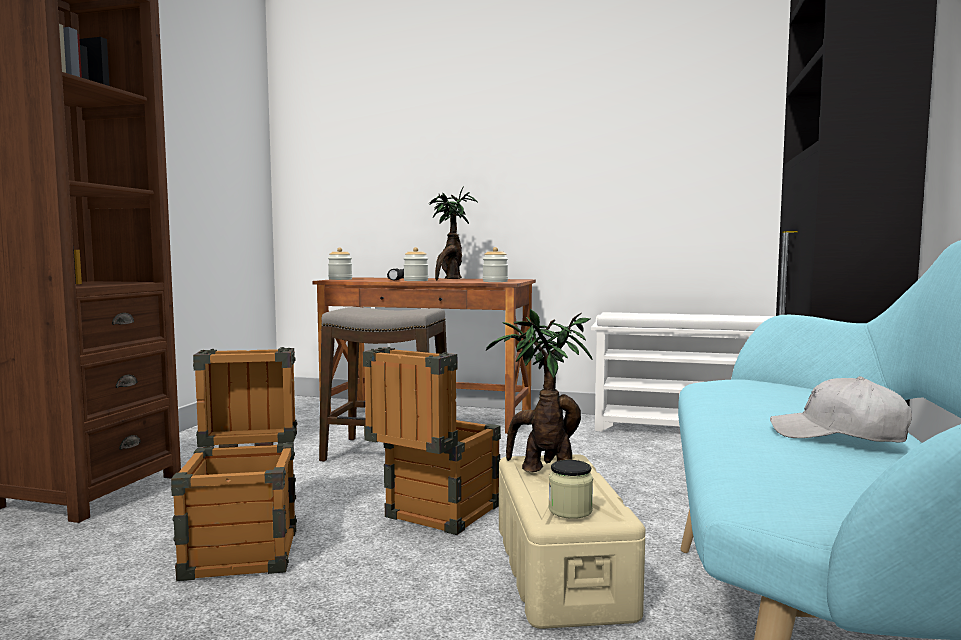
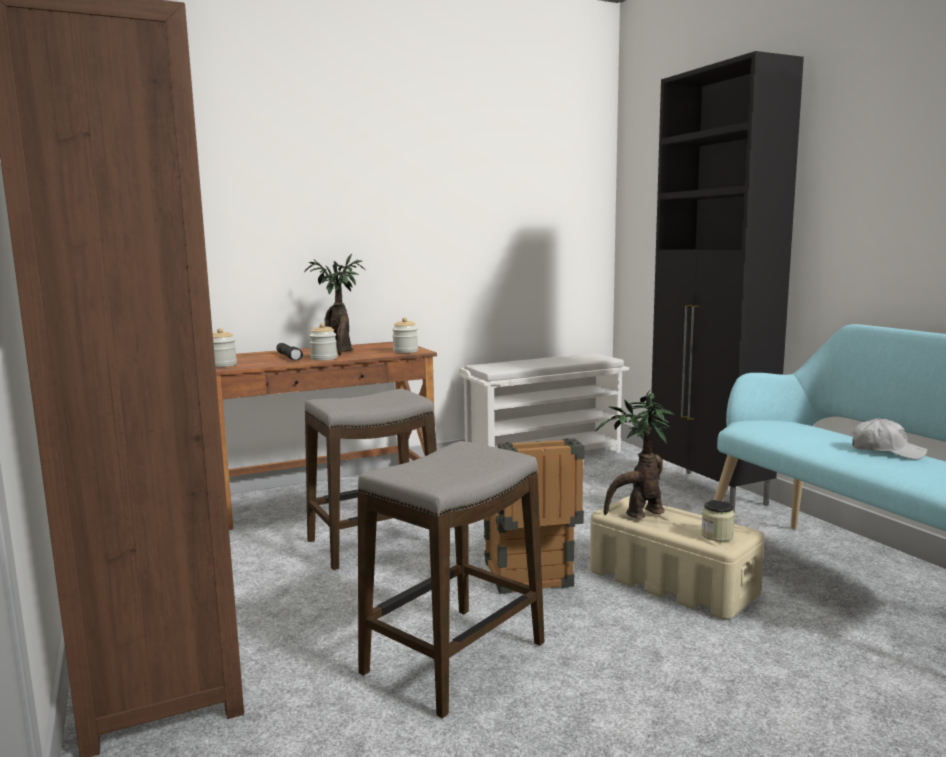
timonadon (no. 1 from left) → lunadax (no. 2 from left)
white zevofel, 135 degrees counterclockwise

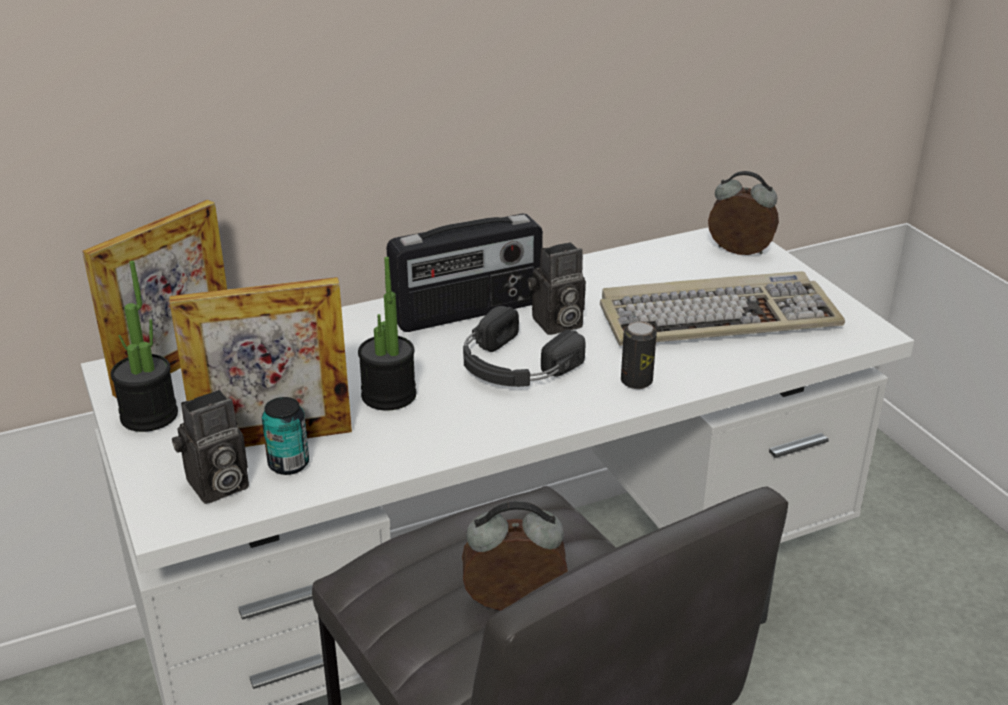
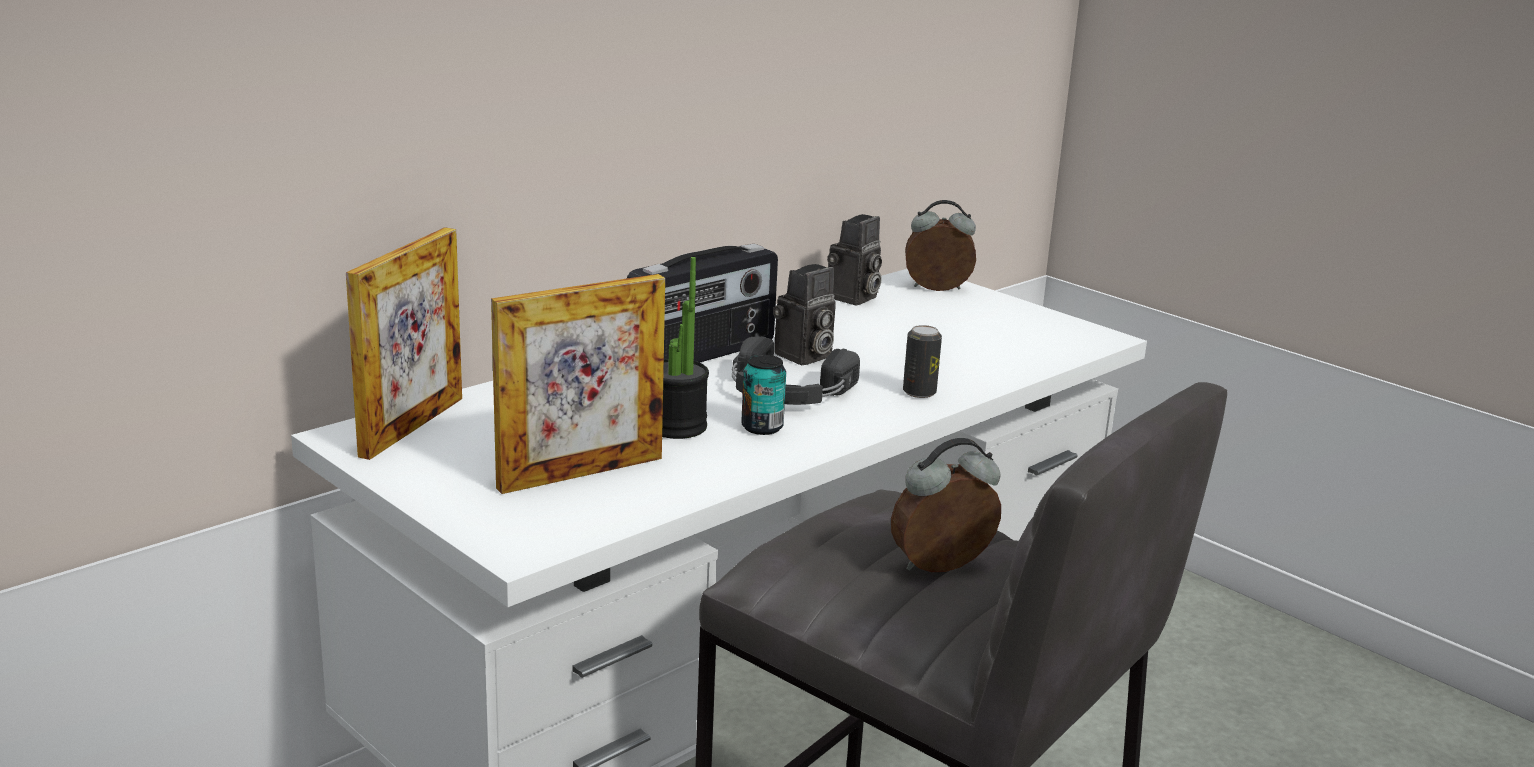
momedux (no. 1 from left) → -
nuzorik → -
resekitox (no. 1 from left in the first image) → resekitox (no. 2 from left), shifted
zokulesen (no. 1 from left), shifted

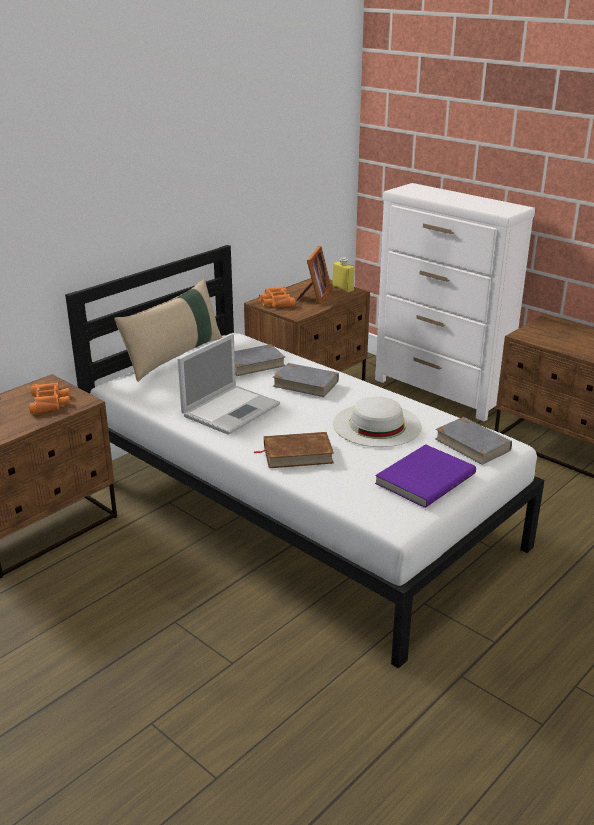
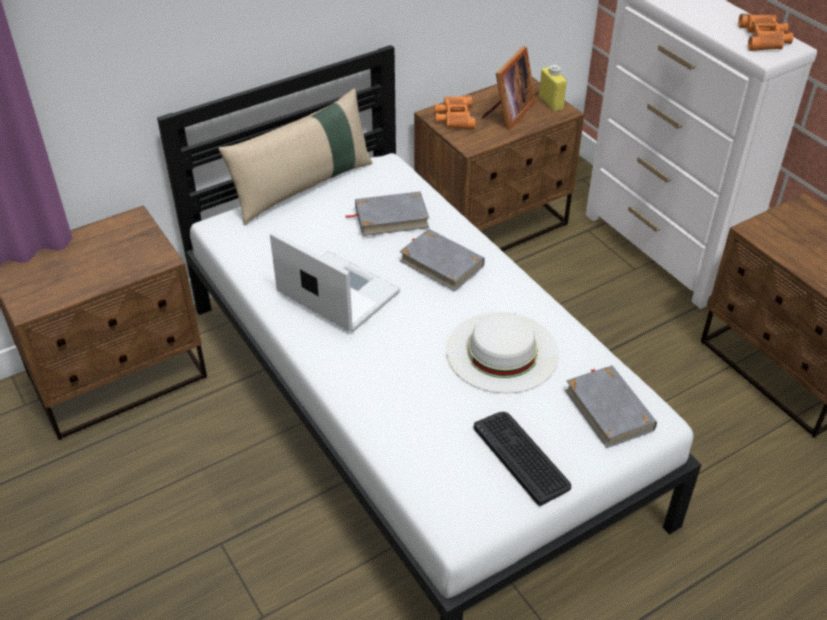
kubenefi, 105 degrees counterclockwise
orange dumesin (no. 1 from left in the first image) → orange dumesin (no. 2 from left), shifted
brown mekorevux → -
purple mekorevux → nuzorik

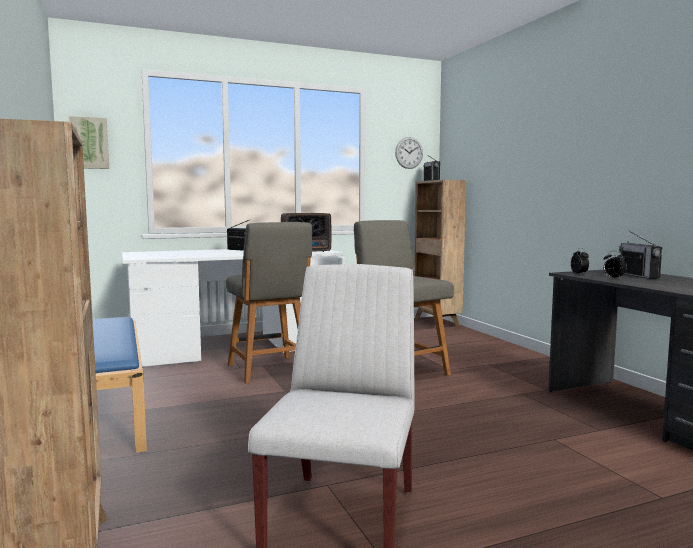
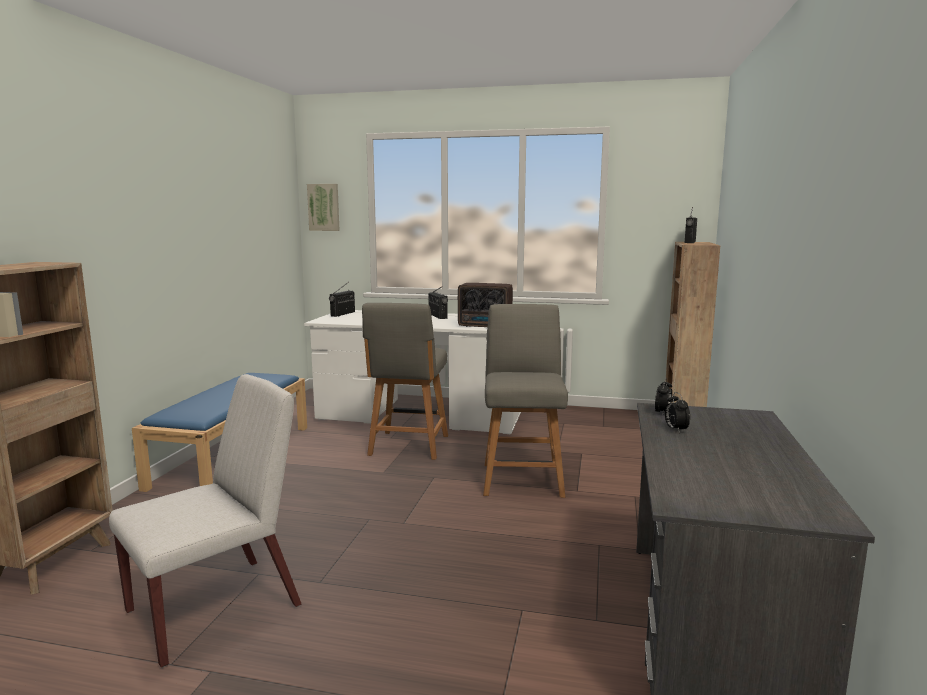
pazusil → -
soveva (no. 4 from left in the first image) → soveva (no. 1 from left), shifted

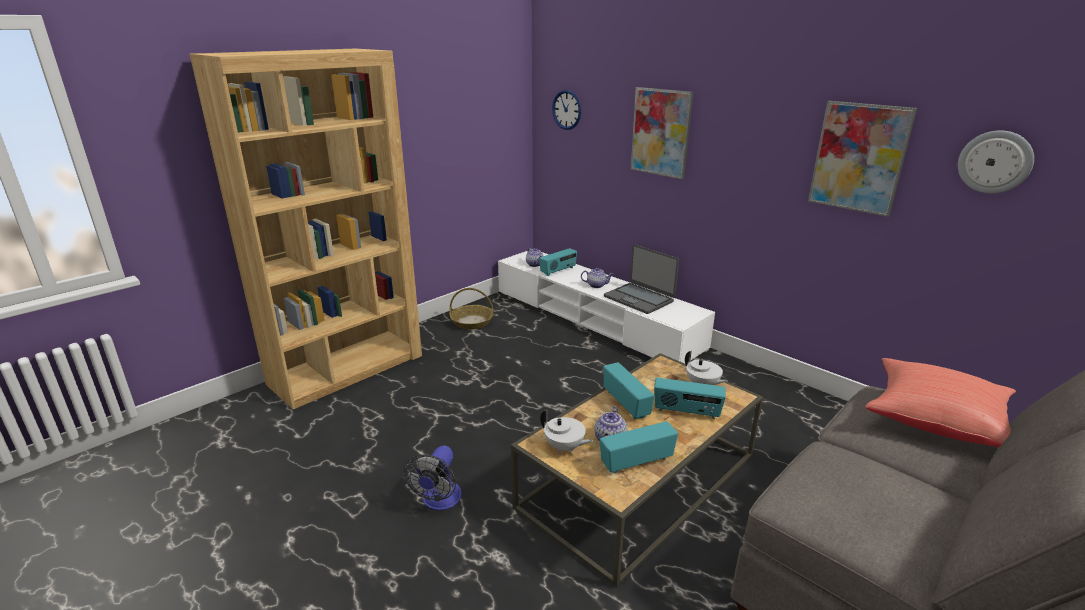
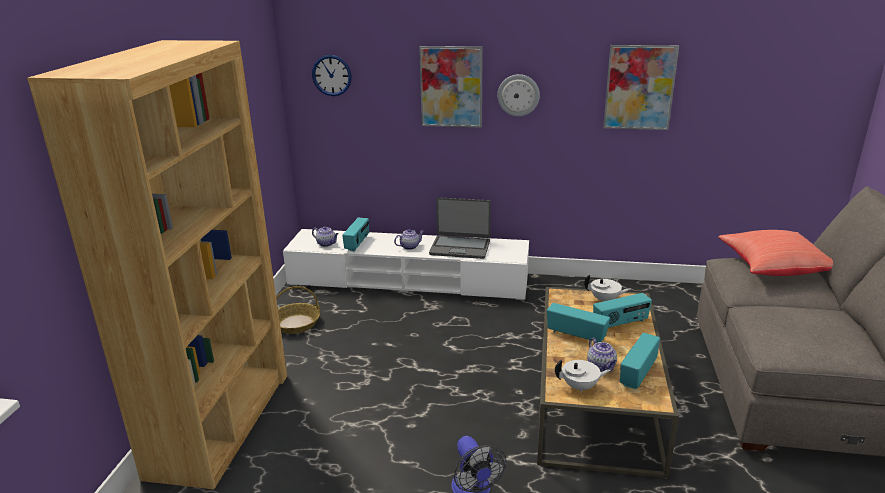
pazusil (no. 2 from left), shifted

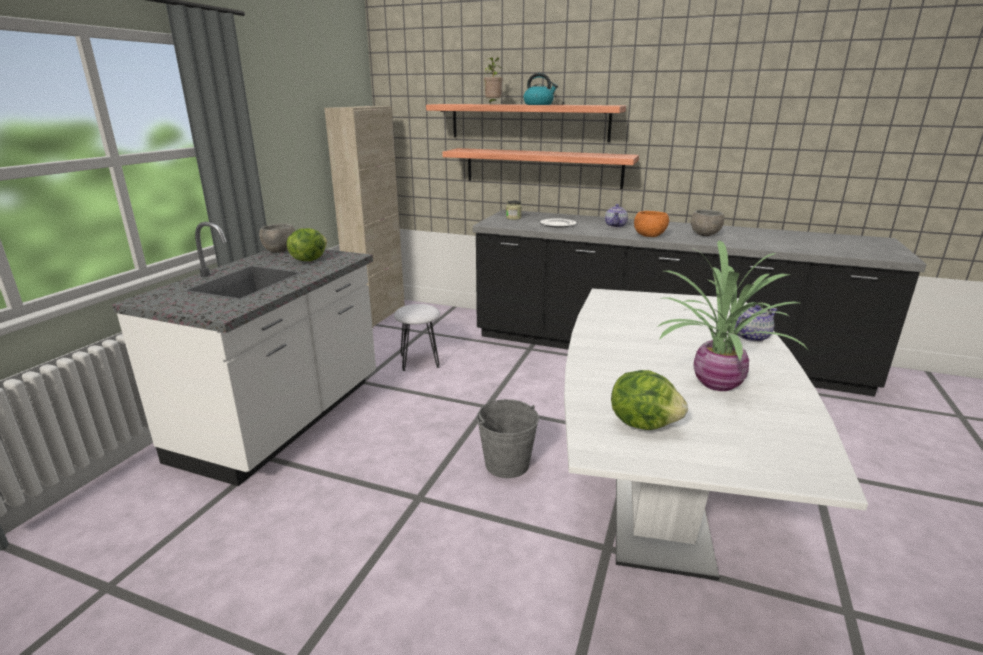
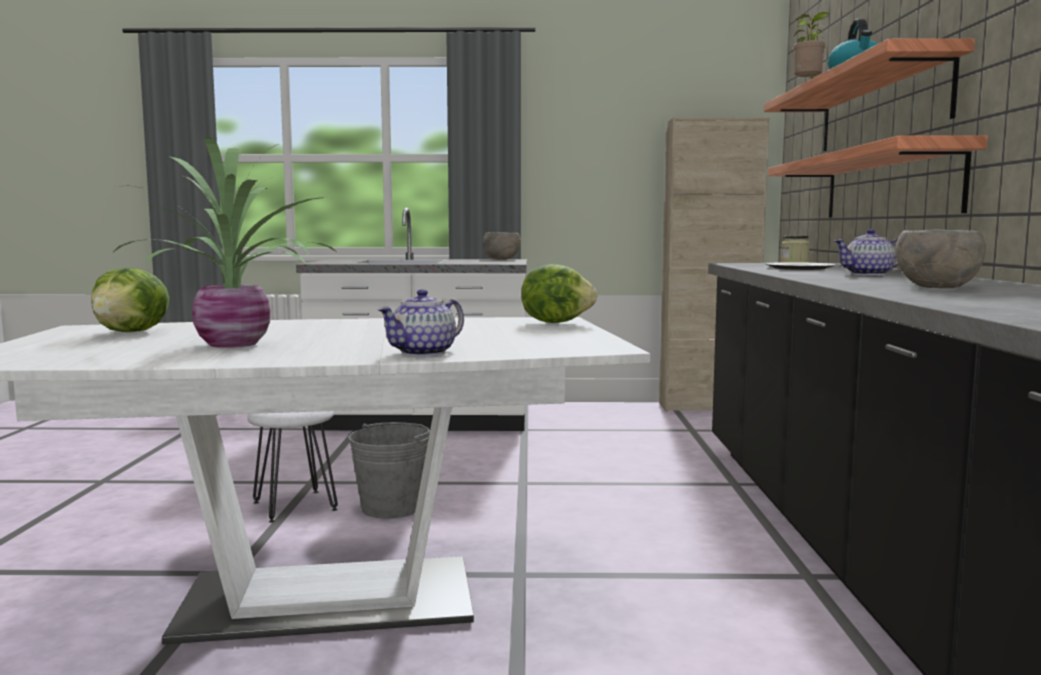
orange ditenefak → -
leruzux (no. 1 from left in the first image) → leruzux (no. 2 from left), shifted
white lunadax, shifted
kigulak (no. 2 from left in the first image) → kigulak (no. 1 from left), 90 degrees clockwise

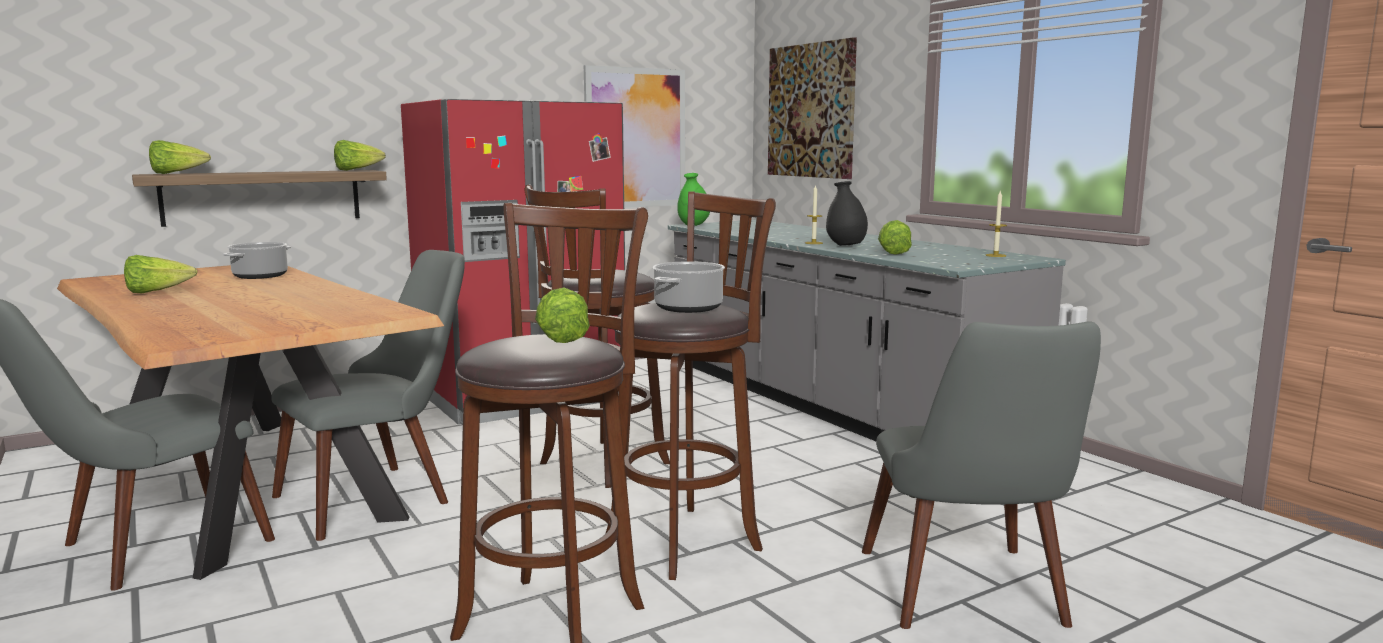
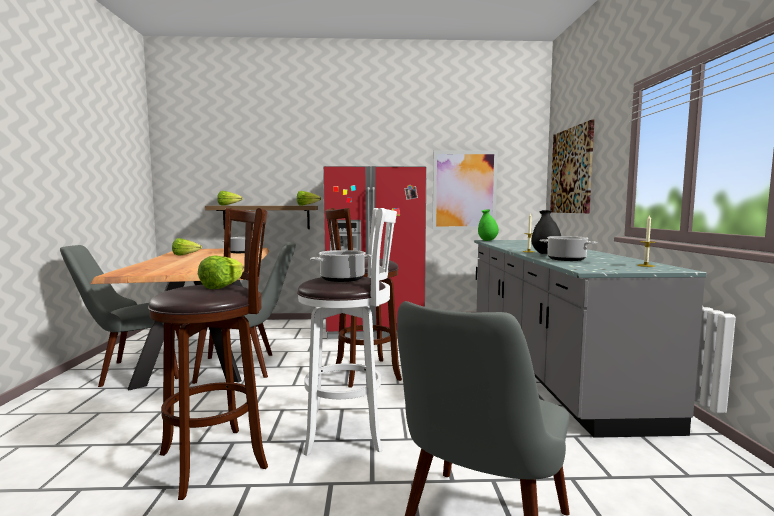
brown lunadax (no. 3 from left) → white lunadax
leruzux (no. 5 from left) → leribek (no. 3 from left)

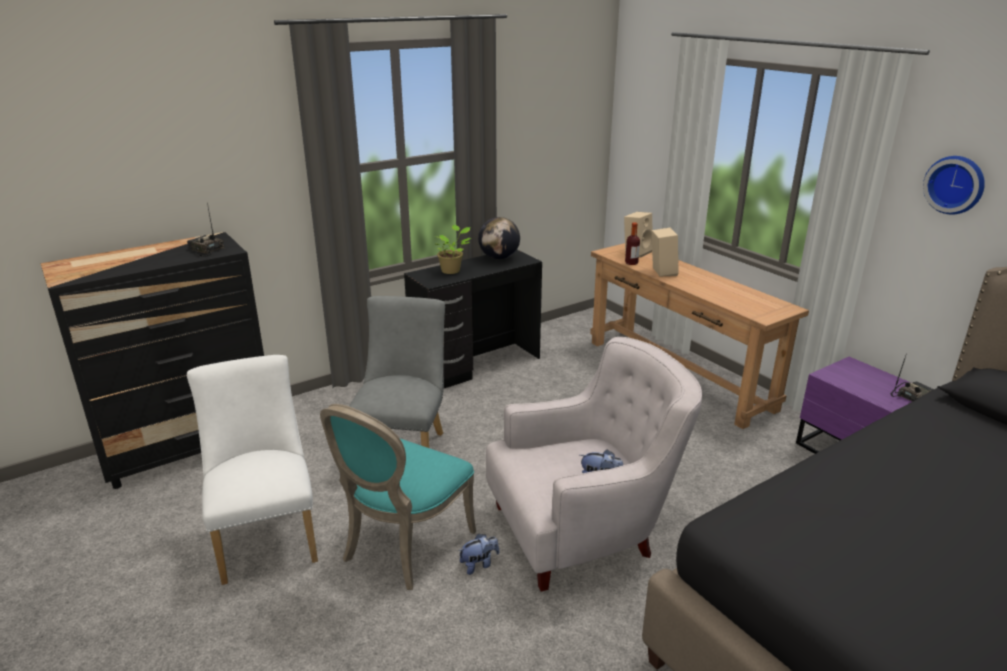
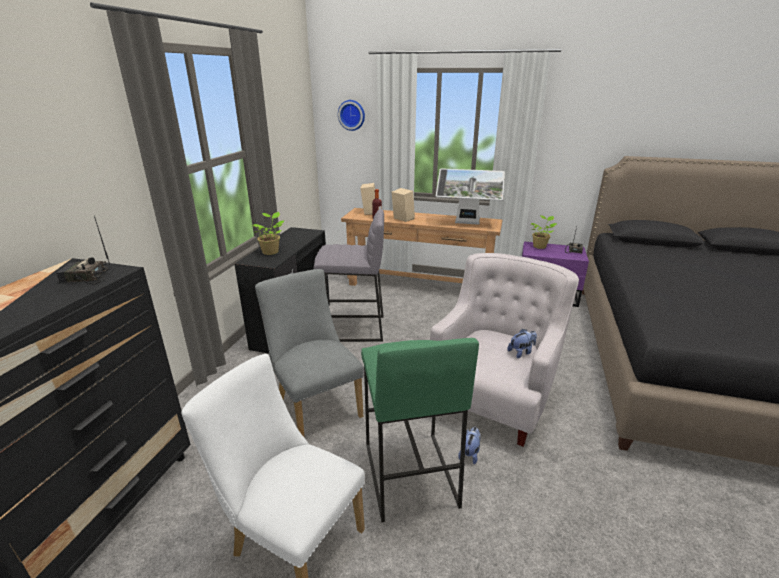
pazusil, shifted
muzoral → -
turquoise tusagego → green lunadax
- → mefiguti
- → grey lunadax
- → momedux (no. 2 from left)

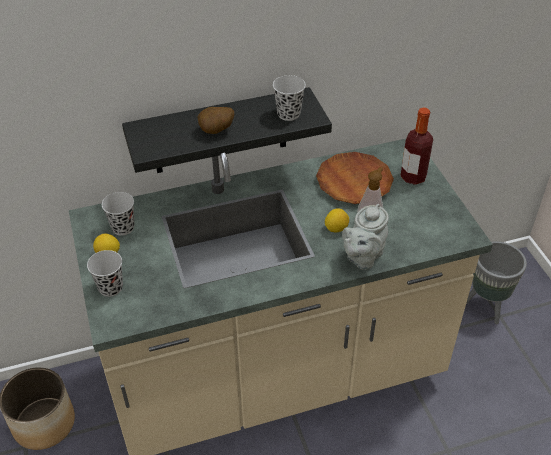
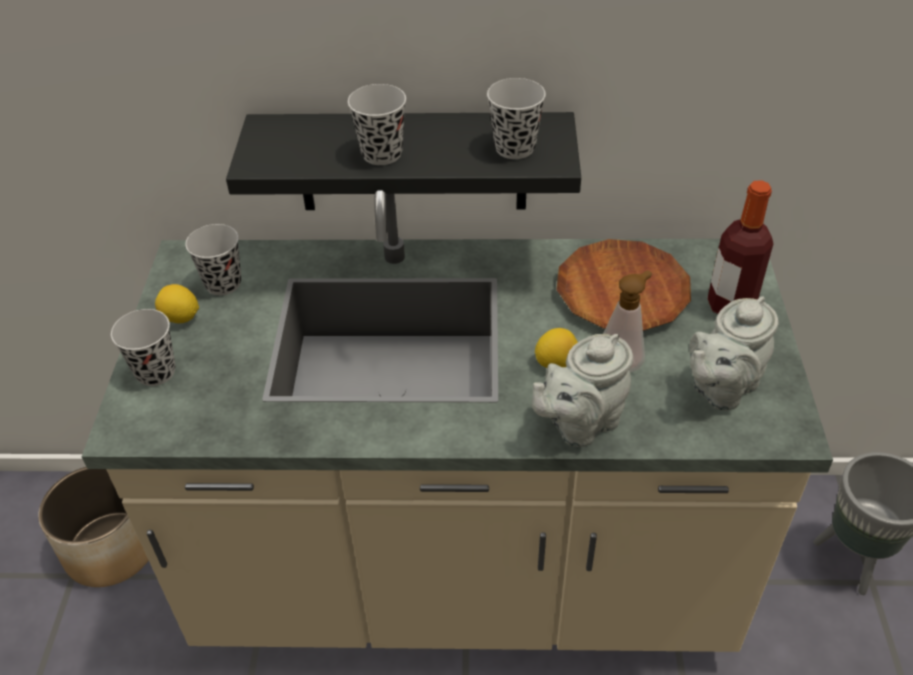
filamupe → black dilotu (no. 3 from left)
- → grey kigulak (no. 2 from left)

